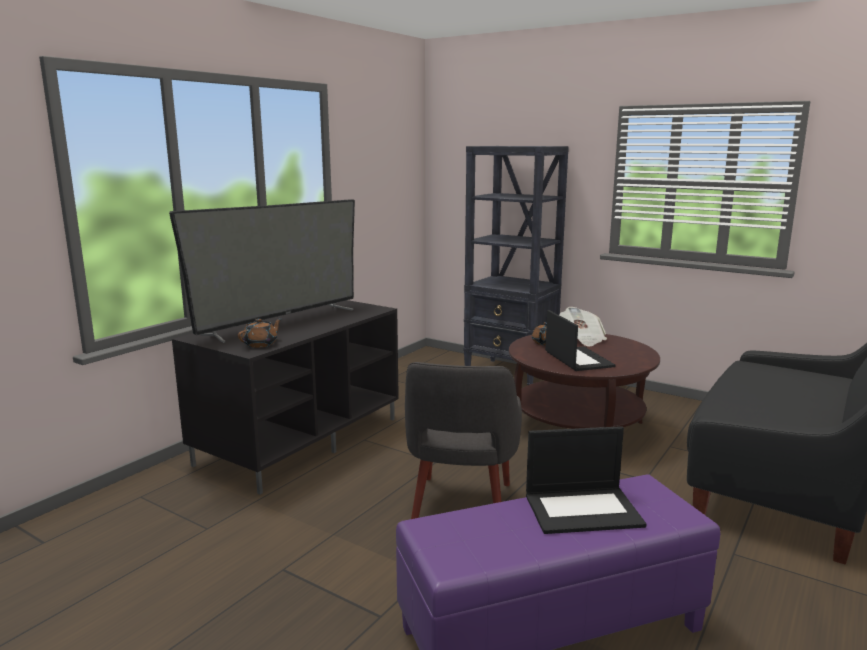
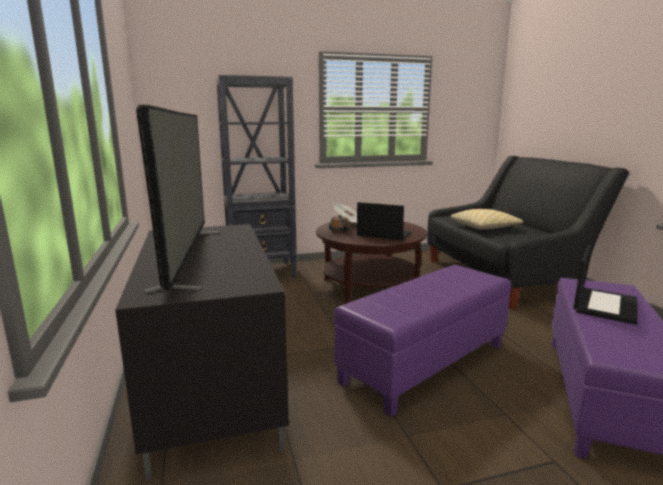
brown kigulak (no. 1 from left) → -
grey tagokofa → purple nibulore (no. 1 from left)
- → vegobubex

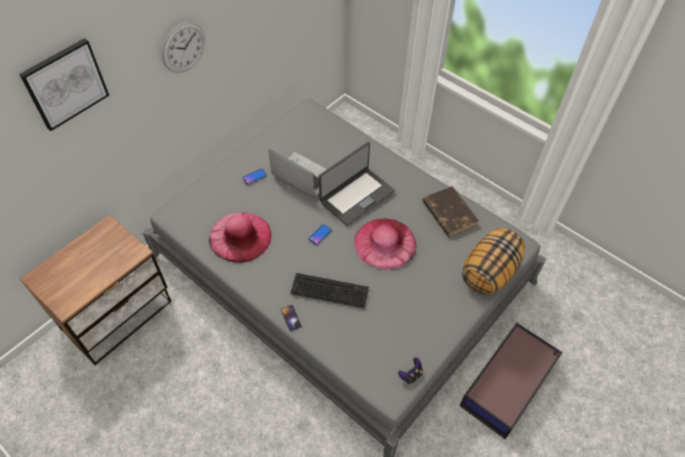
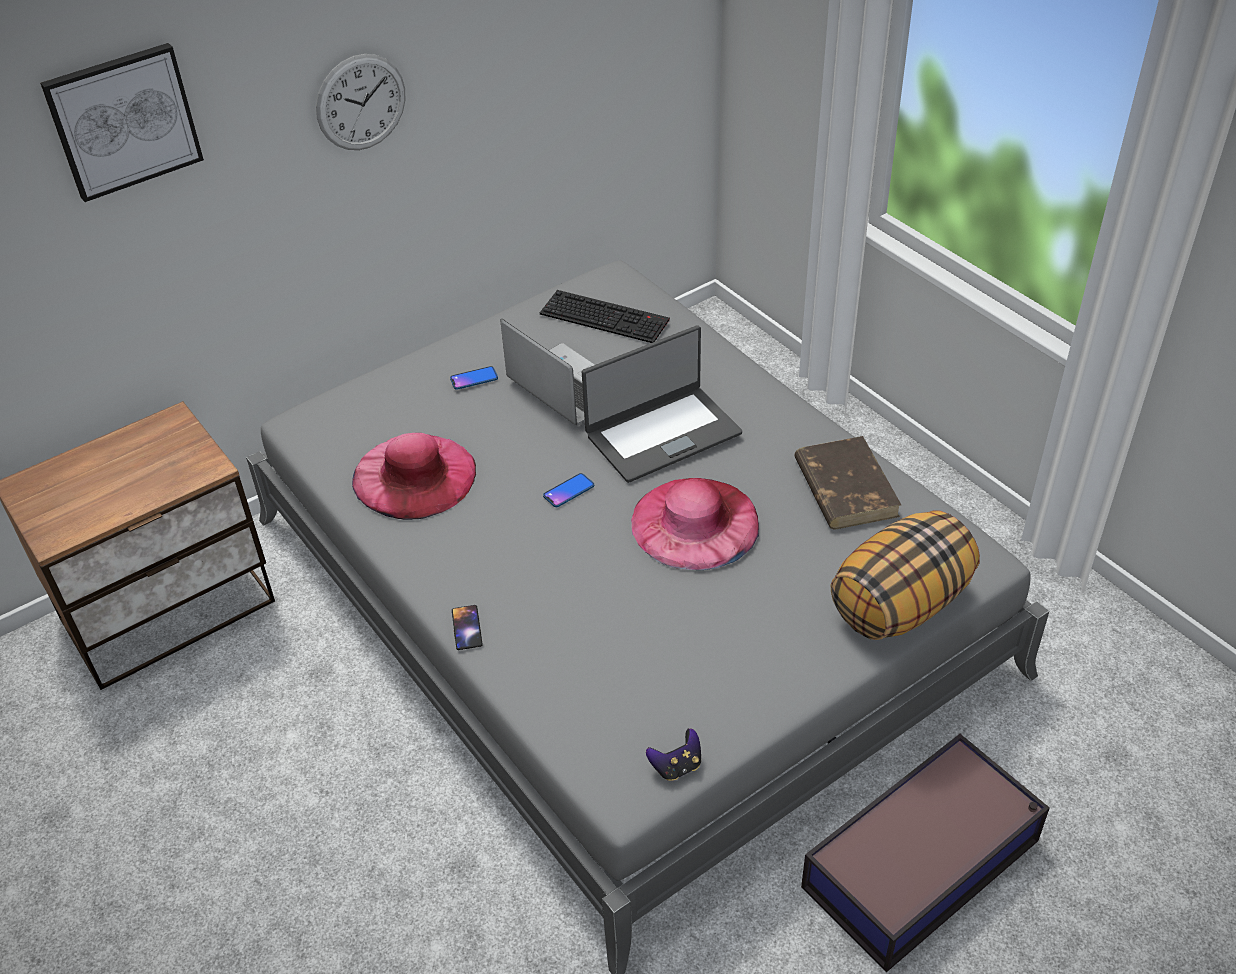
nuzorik, shifted

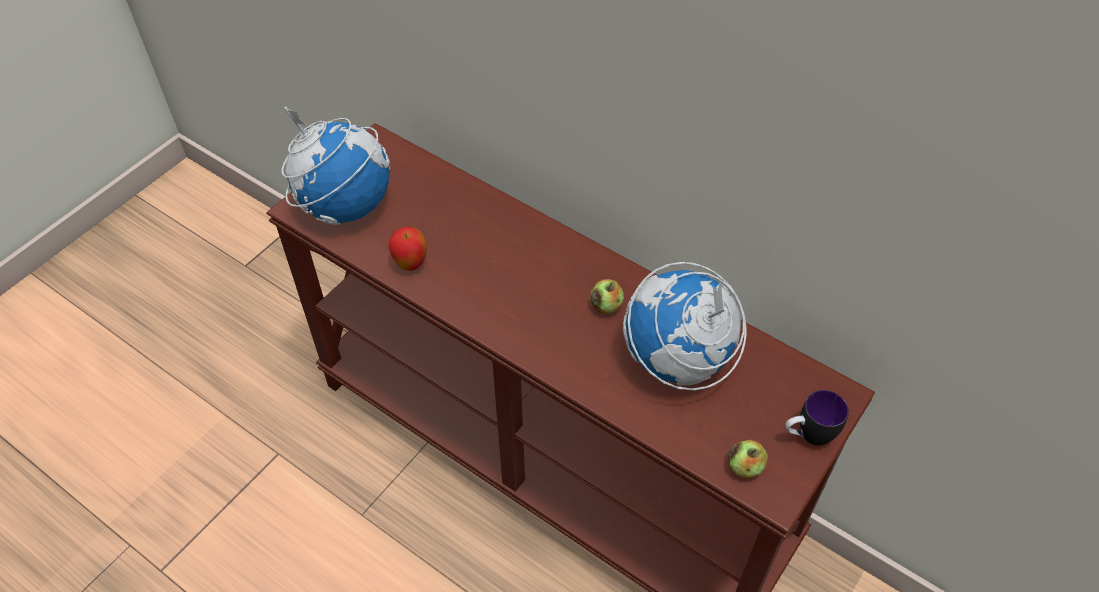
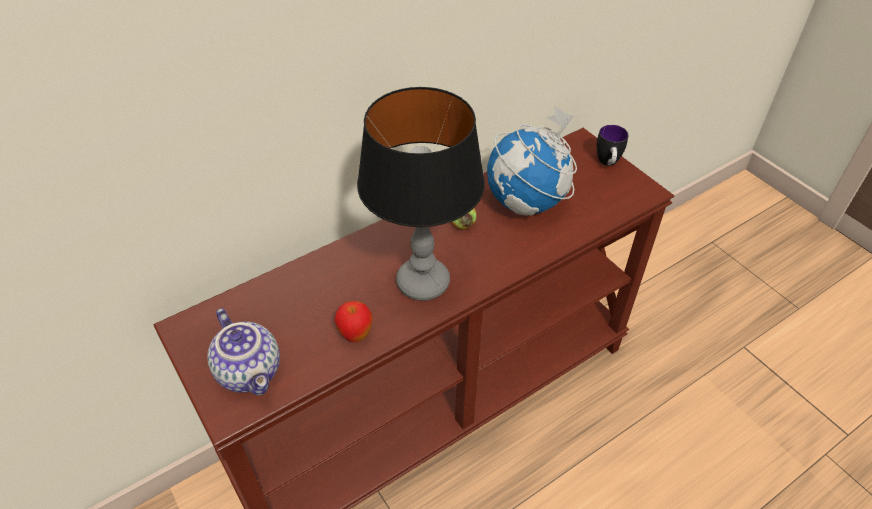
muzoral (no. 1 from left) → kigulak
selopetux (no. 3 from left) → -
- → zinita

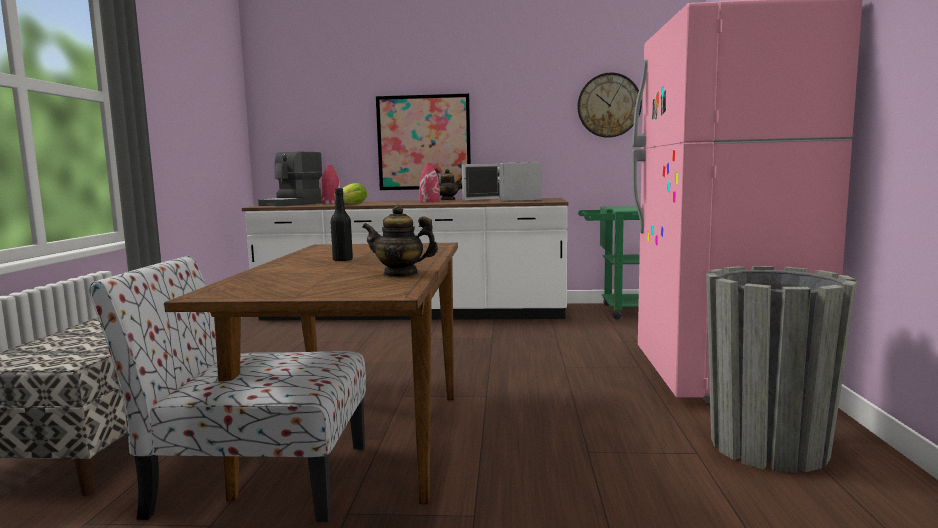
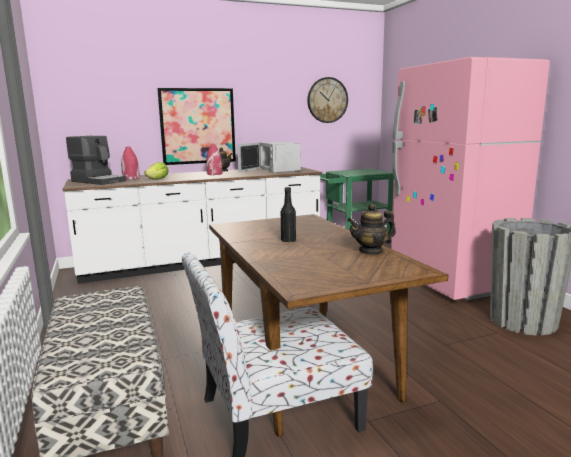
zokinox, 60 degrees counterclockwise

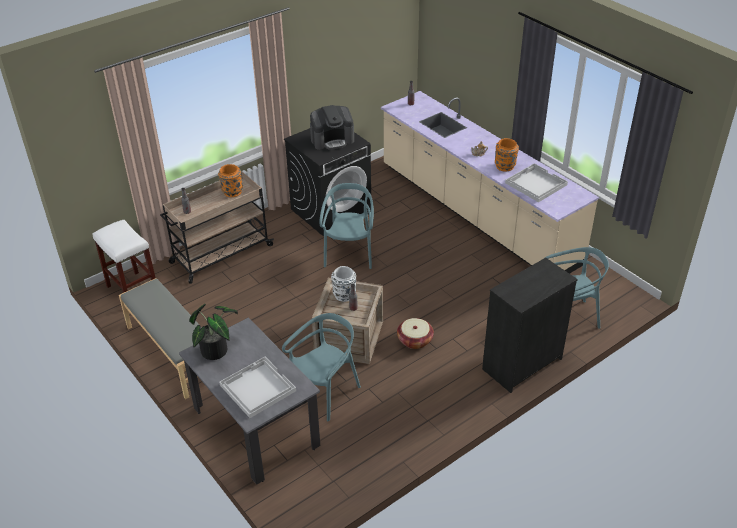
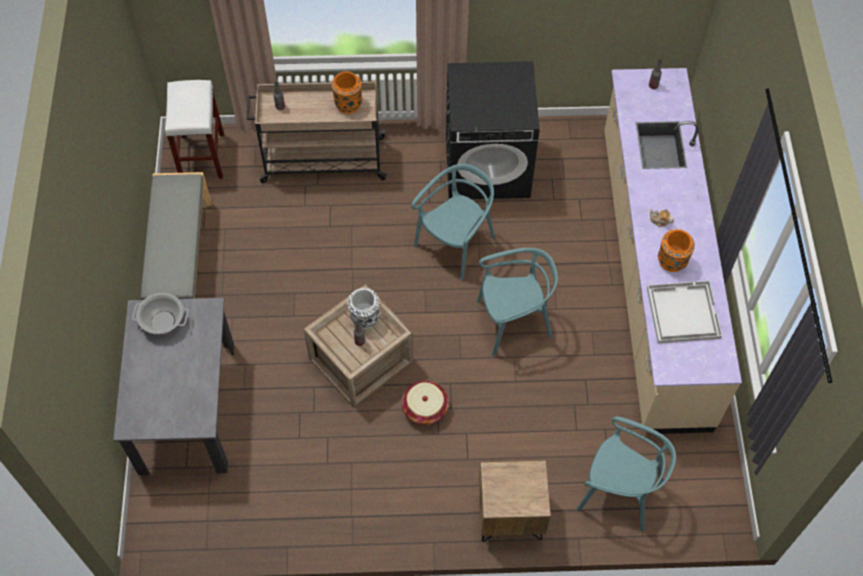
zokinox → -
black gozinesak → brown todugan
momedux → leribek
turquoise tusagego (no. 1 from left in the first image) → turquoise tusagego (no. 2 from left), shifted
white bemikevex (no. 1 from left) → -

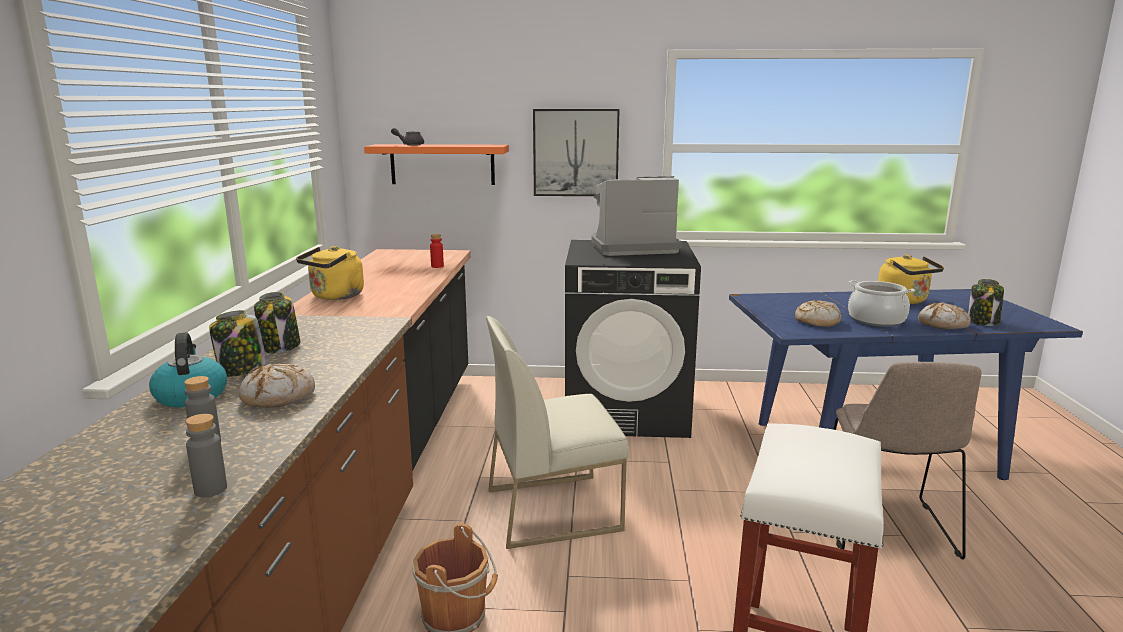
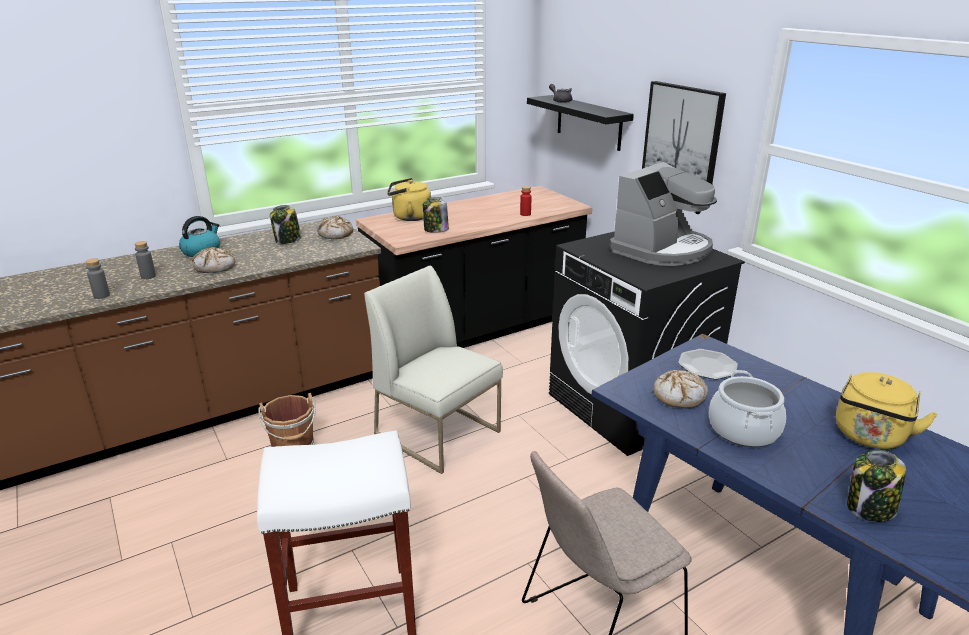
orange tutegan → black tutegan
zokinox, 90 degrees clockwise
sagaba (no. 3 from left in the first image) → sagaba (no. 2 from left), shifted
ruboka (no. 1 from left in the first image) → ruboka (no. 2 from left), shifted
- → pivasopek

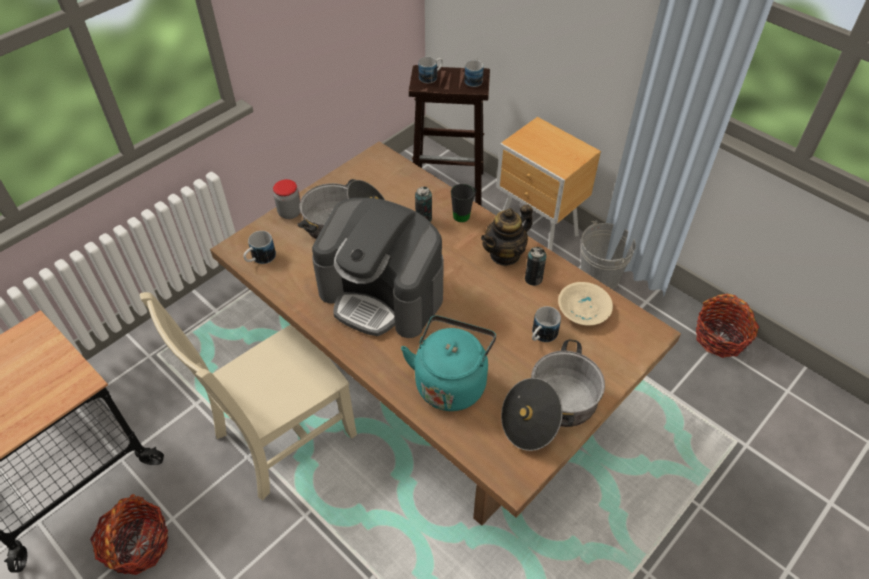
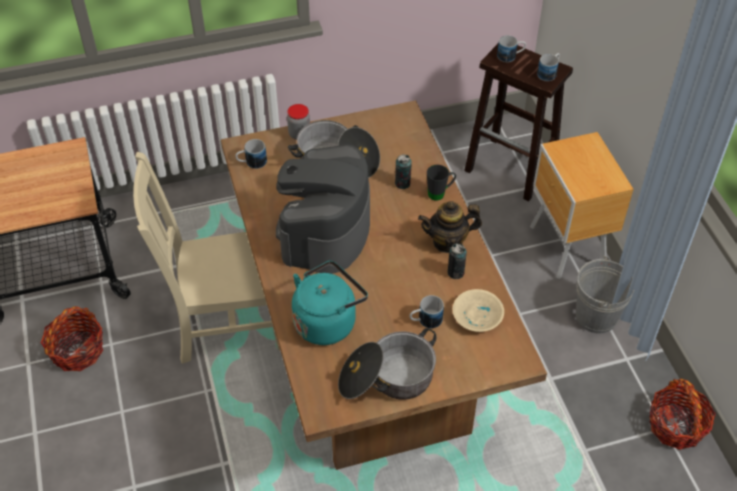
zokinox, 45 degrees clockwise

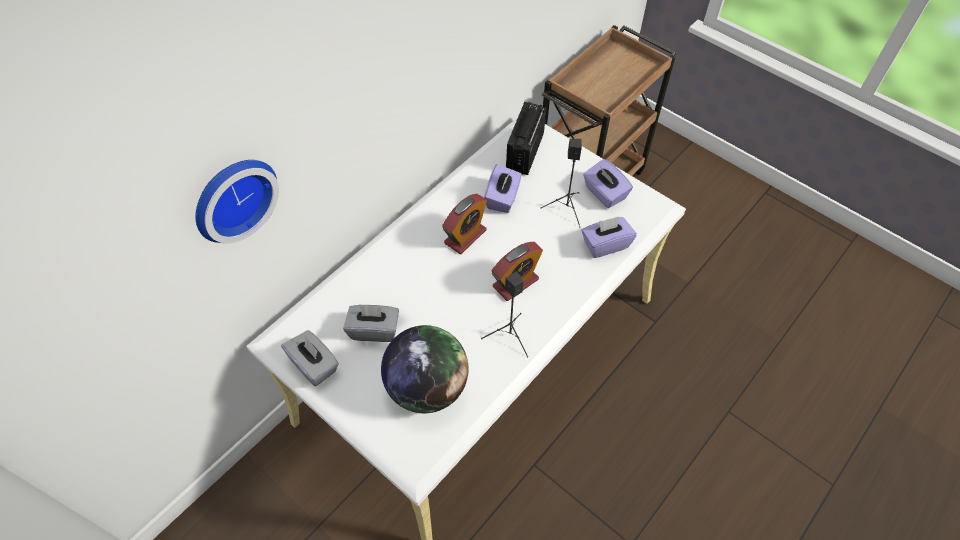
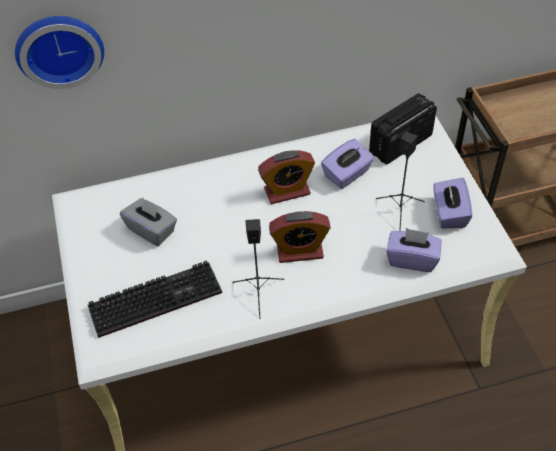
muzoral → nuzorik
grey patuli (no. 1 from left) → -

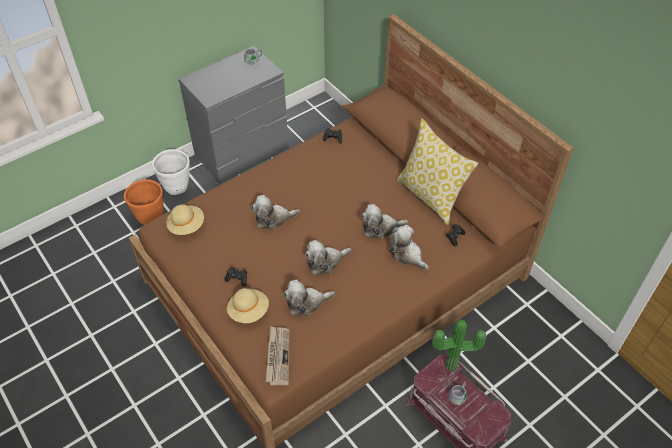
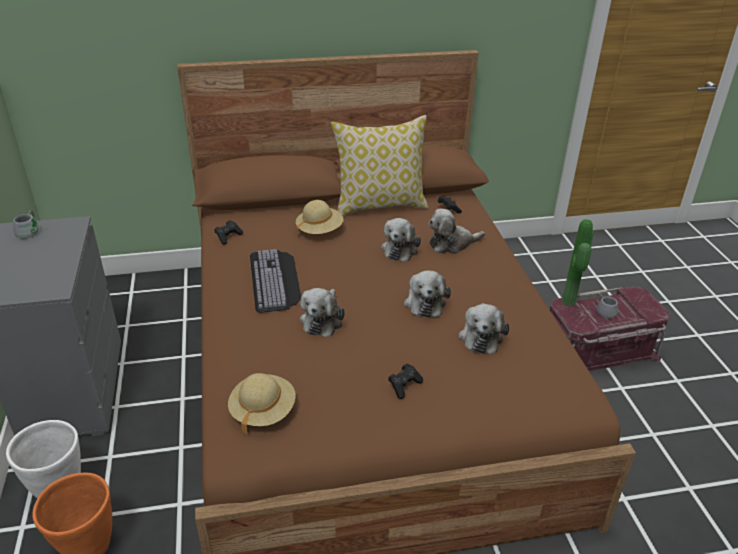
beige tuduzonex (no. 2 from left), shifted
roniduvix → -
- → nuzorik

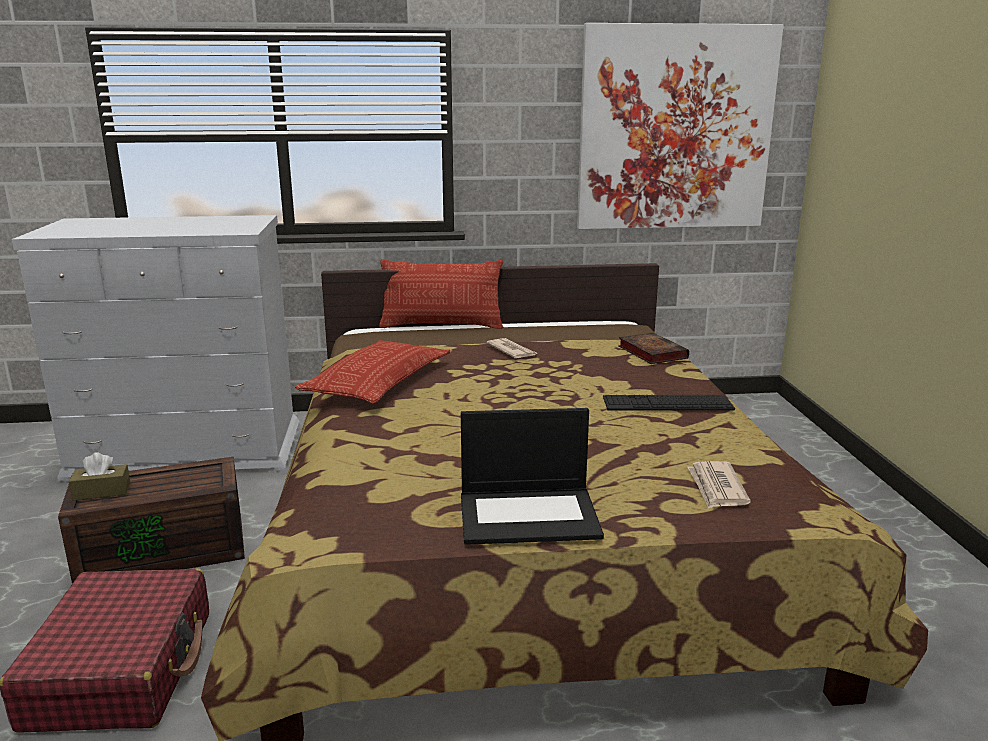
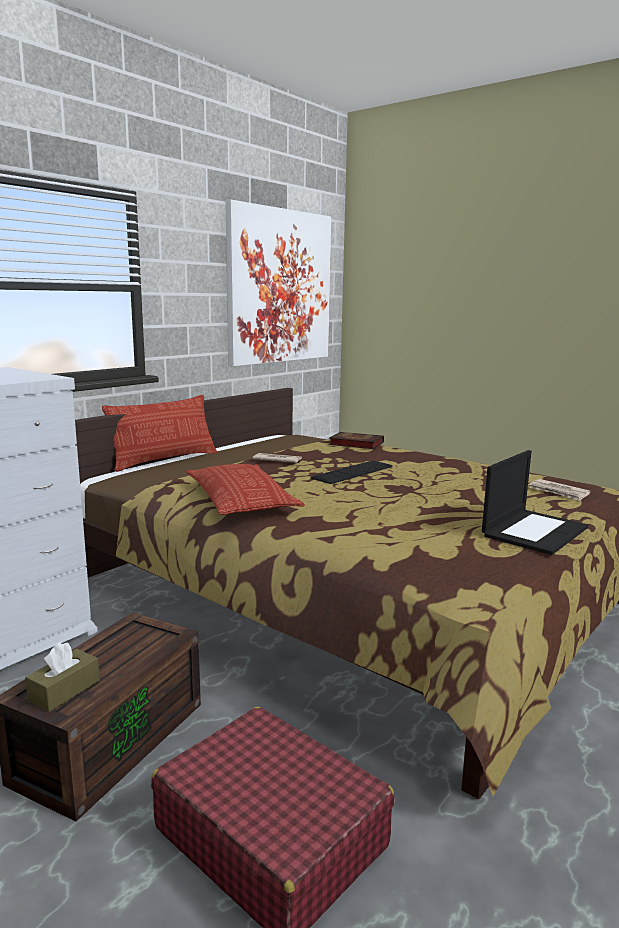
nuzorik, shifted

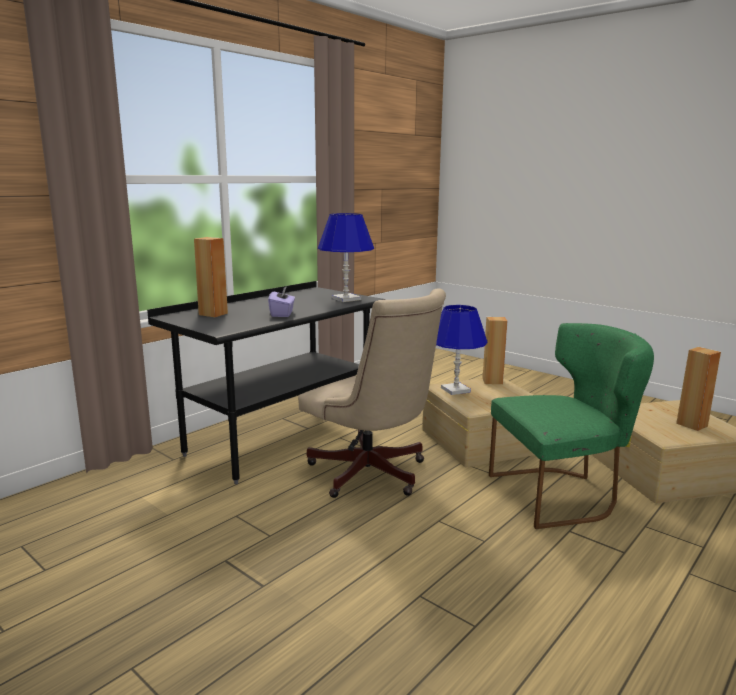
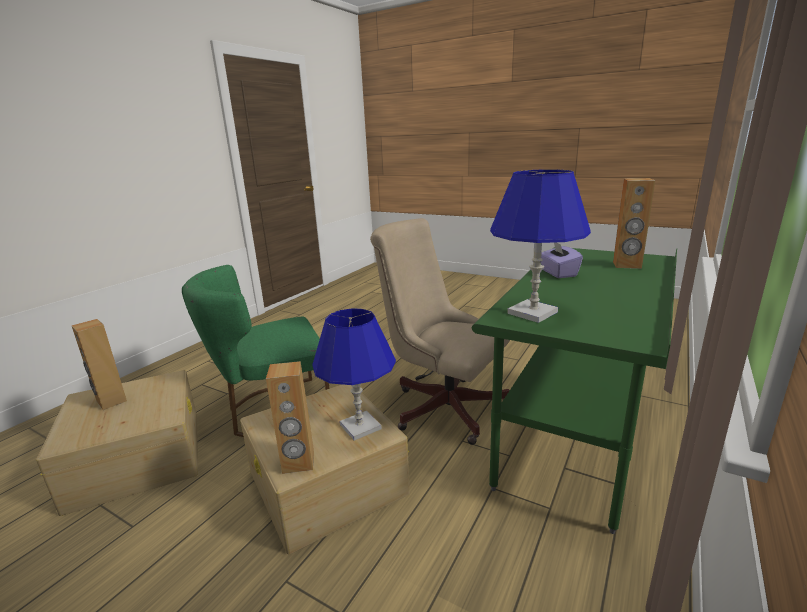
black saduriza → green saduriza

